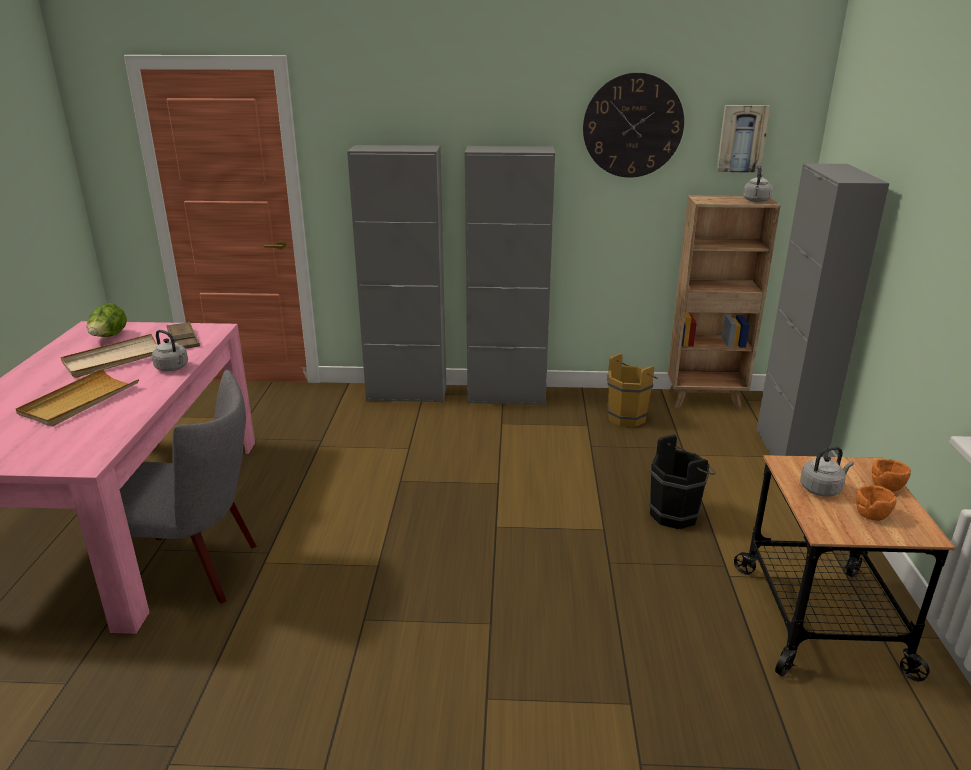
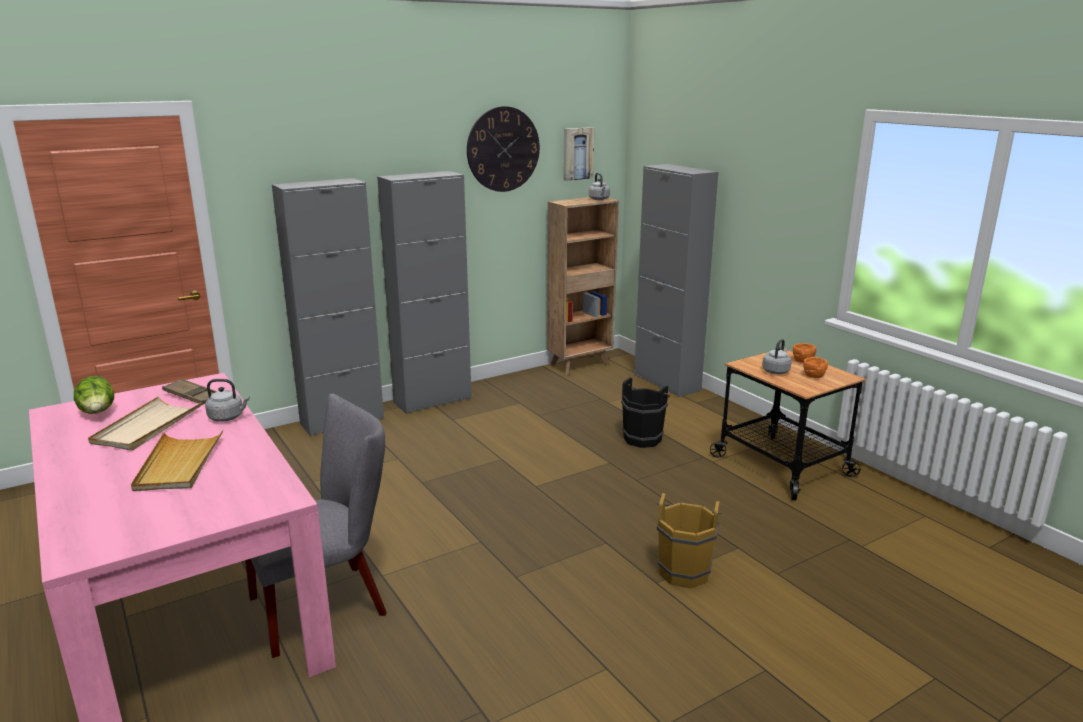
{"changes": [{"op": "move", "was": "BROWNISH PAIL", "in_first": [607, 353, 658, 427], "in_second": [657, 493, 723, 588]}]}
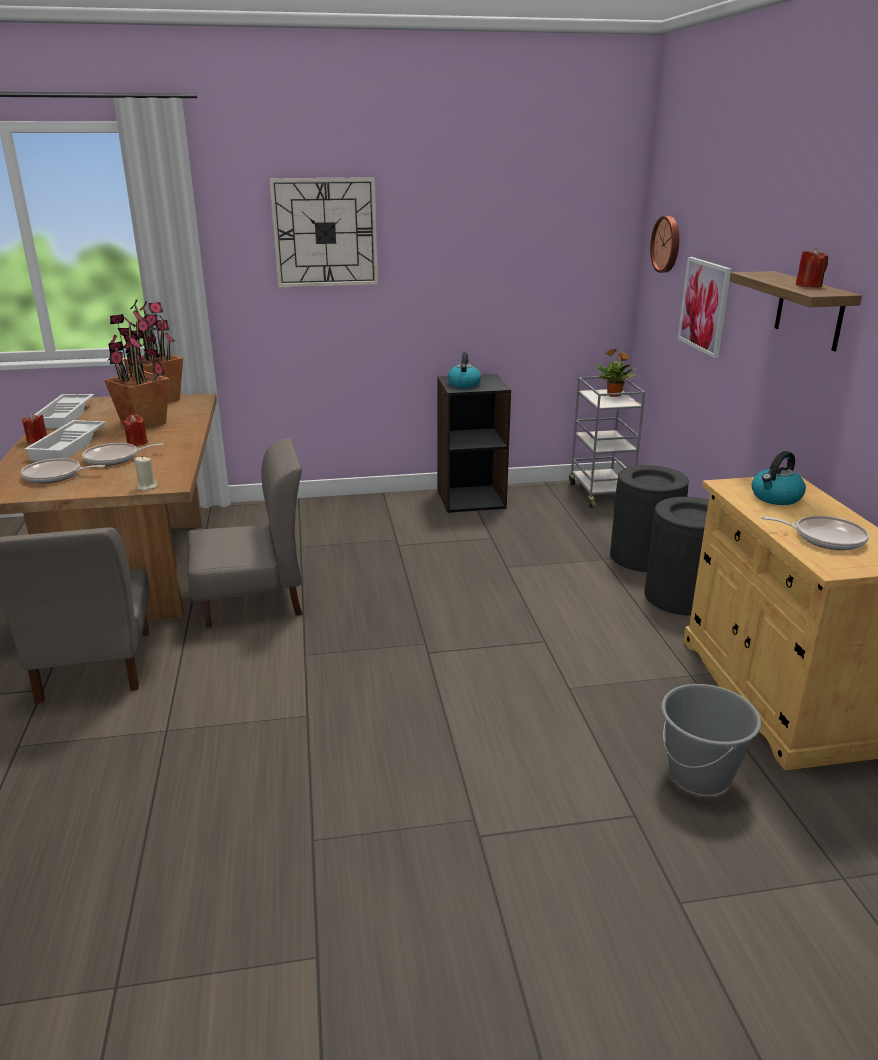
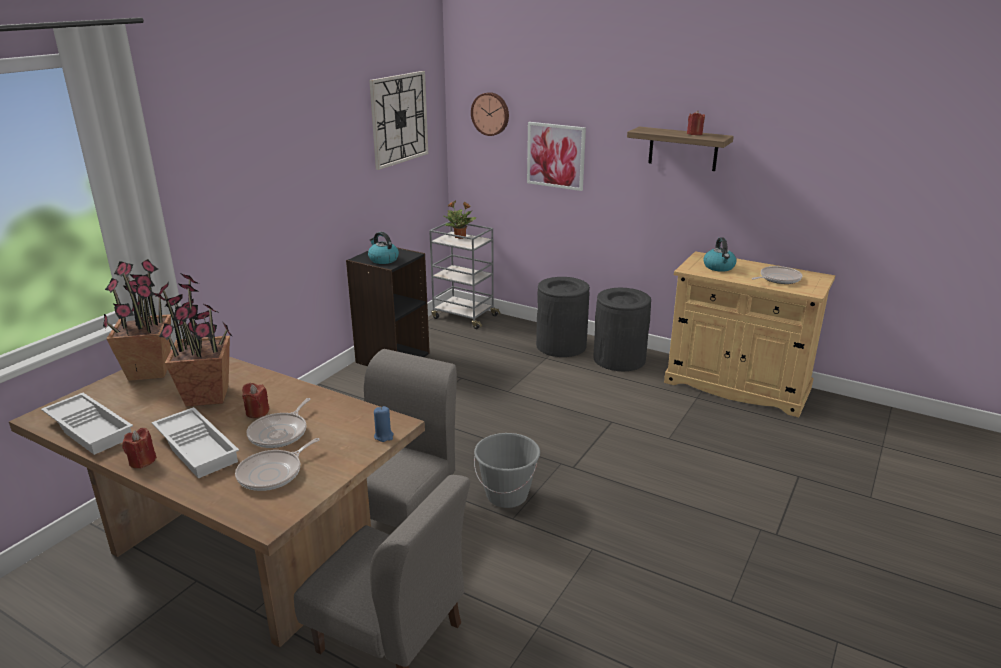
{"changes": [{"op": "move", "was": "WALL CLOCK", "in_first": [269, 177, 378, 287], "in_second": [369, 71, 428, 170]}, {"op": "recolor", "was": "SAND-COLOURED CANDLE", "now": "BLUE-COLOURED CANDLE", "in_first": [134, 456, 158, 491], "in_second": [374, 406, 394, 442]}, {"op": "move", "was": "GRAY PAIL", "in_first": [661, 684, 762, 794], "in_second": [474, 433, 540, 508]}]}
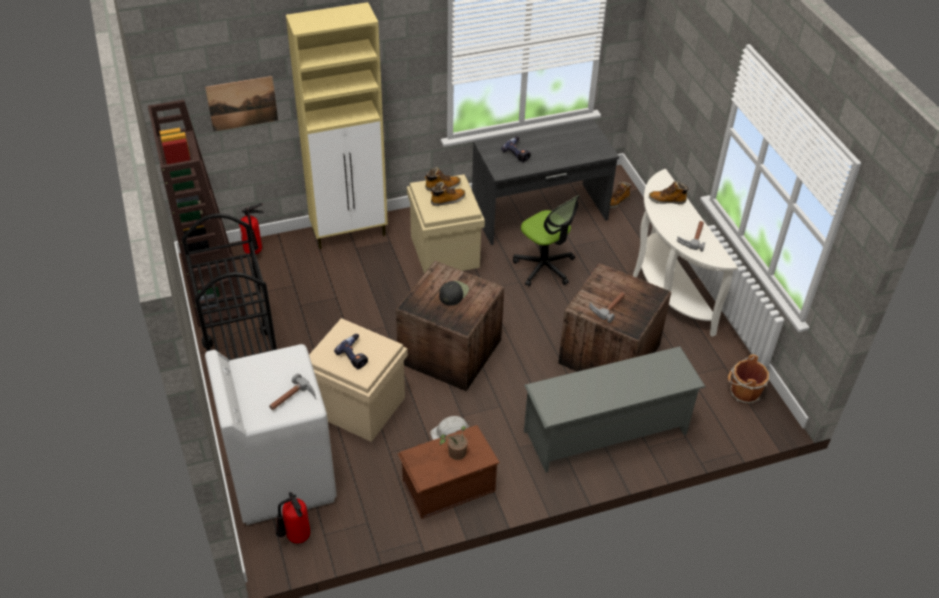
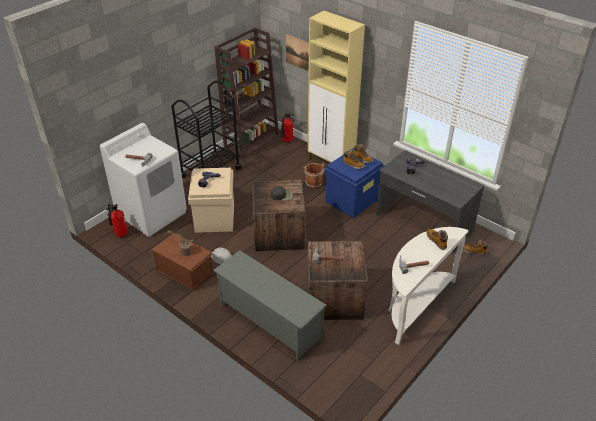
{"changes": [{"op": "recolor", "was": "SAND-COLOURED STORAGE CONTAINER", "now": "BLUE-COLOURED STORAGE CONTAINER", "in_first": [407, 174, 485, 273], "in_second": [324, 148, 384, 218]}, {"op": "delete", "was": "DESK CHAIR", "in_first": [513, 195, 580, 286]}, {"op": "move", "was": "BROWNISH PAIL", "in_first": [728, 355, 769, 404], "in_second": [304, 163, 324, 188]}]}
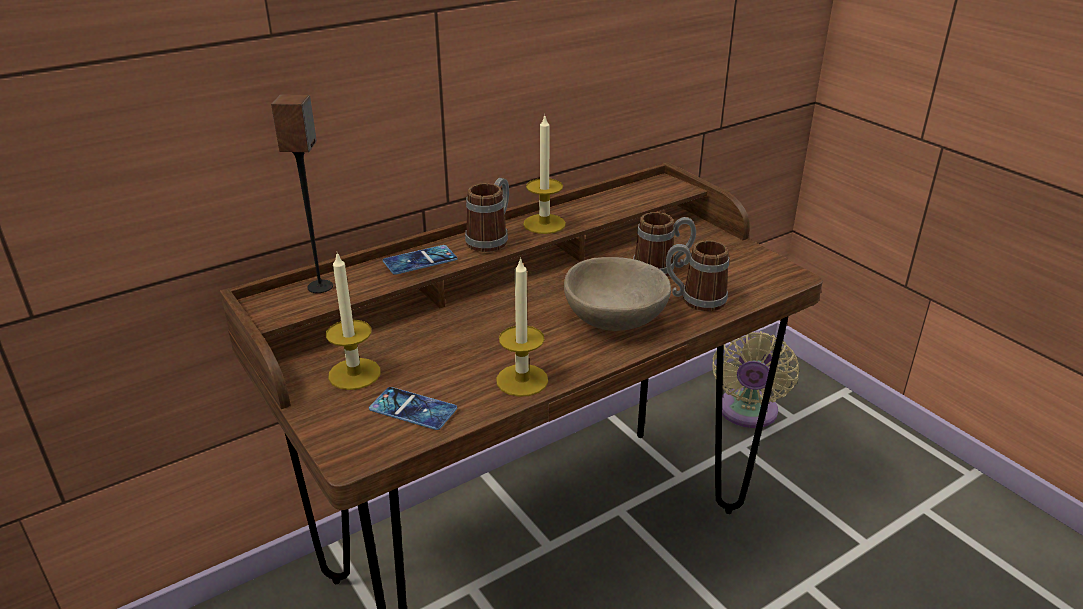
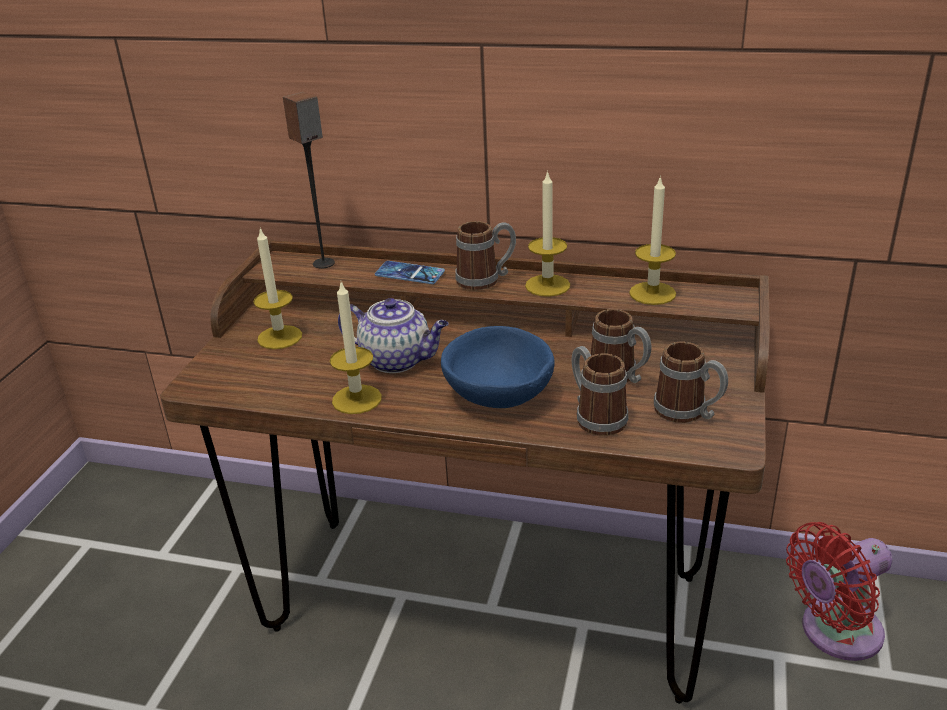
{"changes": [{"op": "recolor", "was": "SAND-COLOURED DEEP DISH", "now": "BLUE-COLOURED DEEP DISH", "in_first": [564, 257, 671, 331], "in_second": [441, 326, 555, 408]}, {"op": "recolor", "was": "SAND-COLOURED FAN", "now": "RED FAN", "in_first": [712, 331, 799, 428], "in_second": [786, 522, 893, 661]}, {"op": "delete", "was": "HANDSET", "in_first": [369, 387, 457, 430]}, {"op": "insert", "now": "CANDLE", "in_second": [629, 175, 676, 305]}, {"op": "insert", "now": "POT FOR TEA", "in_second": [338, 298, 449, 373]}, {"op": "insert", "now": "COFFEE MUG", "in_second": [654, 342, 728, 423]}]}
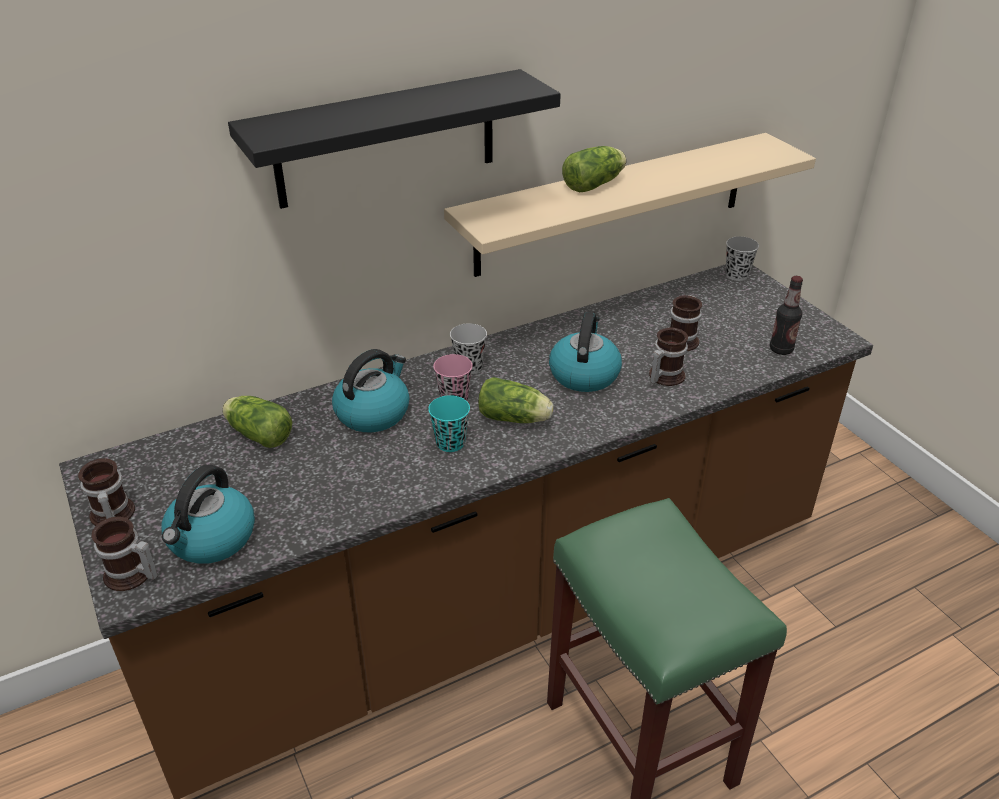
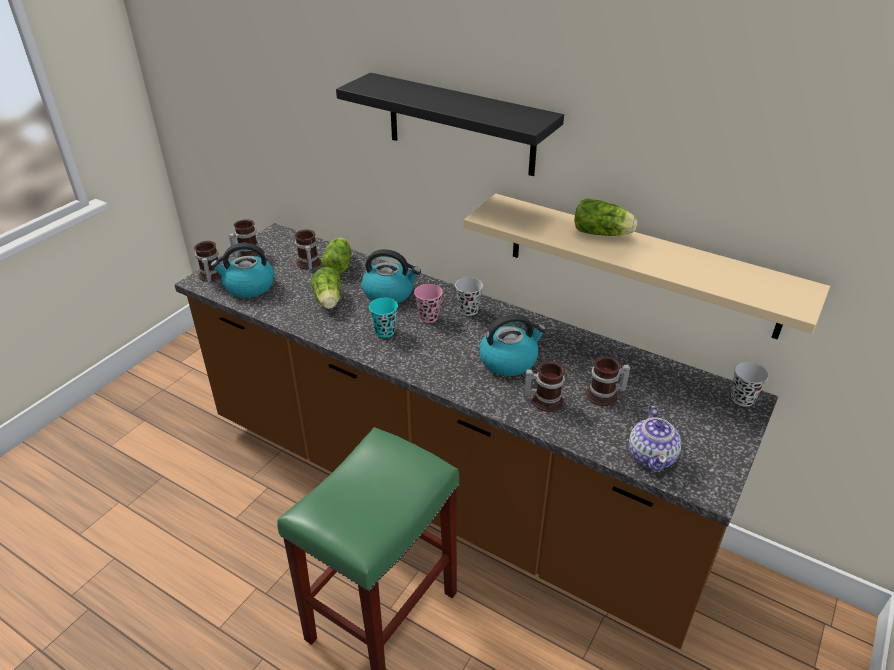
{"changes": [{"op": "replace", "was": "BOTTLE", "now": "POT FOR TEA", "in_first": [770, 276, 803, 355], "in_second": [629, 406, 681, 473]}, {"op": "move", "was": "HEAD OF LETTUCE", "in_first": [478, 377, 553, 423], "in_second": [311, 267, 341, 309]}, {"op": "insert", "now": "COFFEE MUG", "in_second": [294, 229, 321, 269]}]}
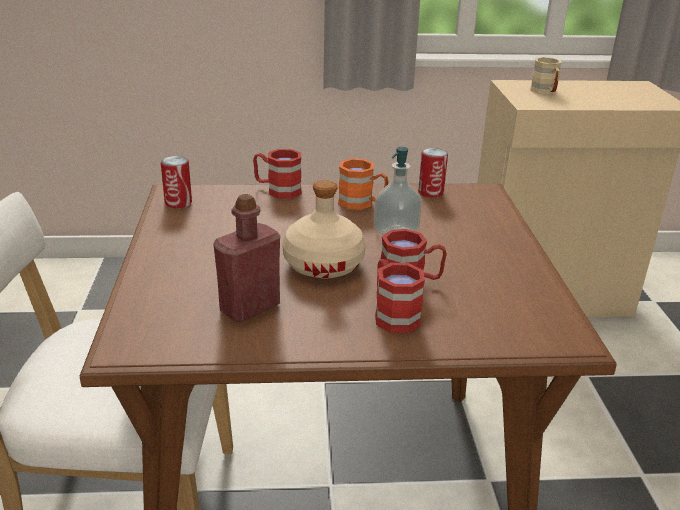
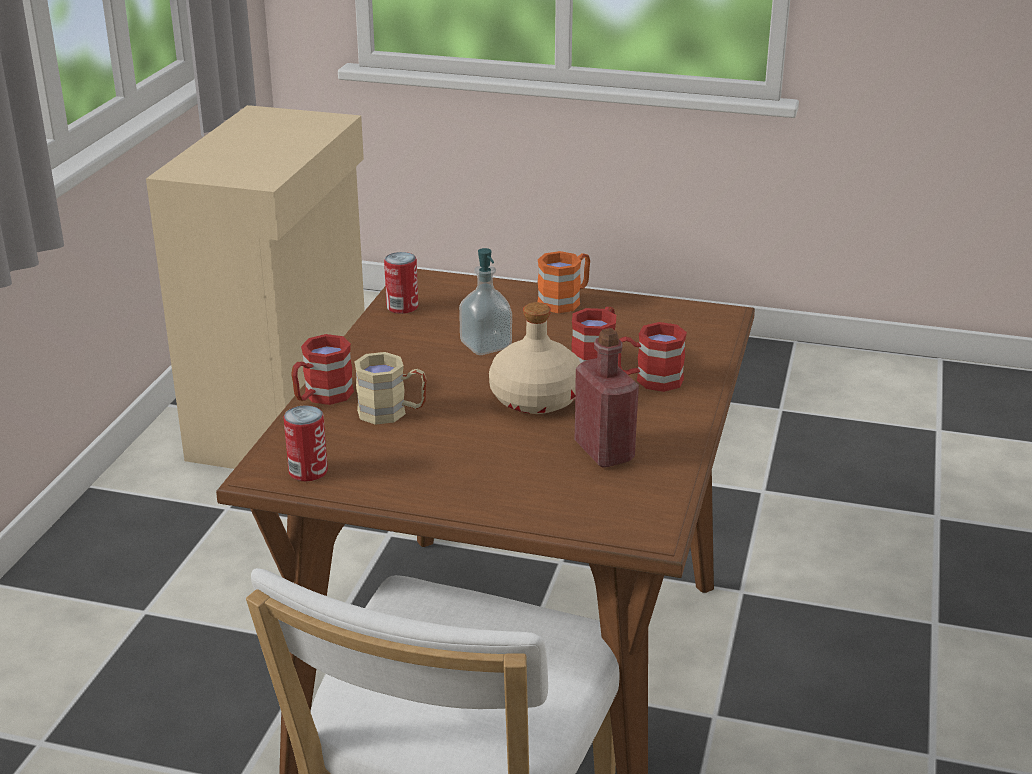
{"changes": [{"op": "move", "was": "SAND-COLOURED COFFEE MUG", "in_first": [530, 57, 561, 95], "in_second": [355, 352, 427, 425]}, {"op": "move", "was": "ORANGEY COFFEE MUG", "in_first": [338, 158, 389, 210], "in_second": [537, 251, 590, 313]}]}
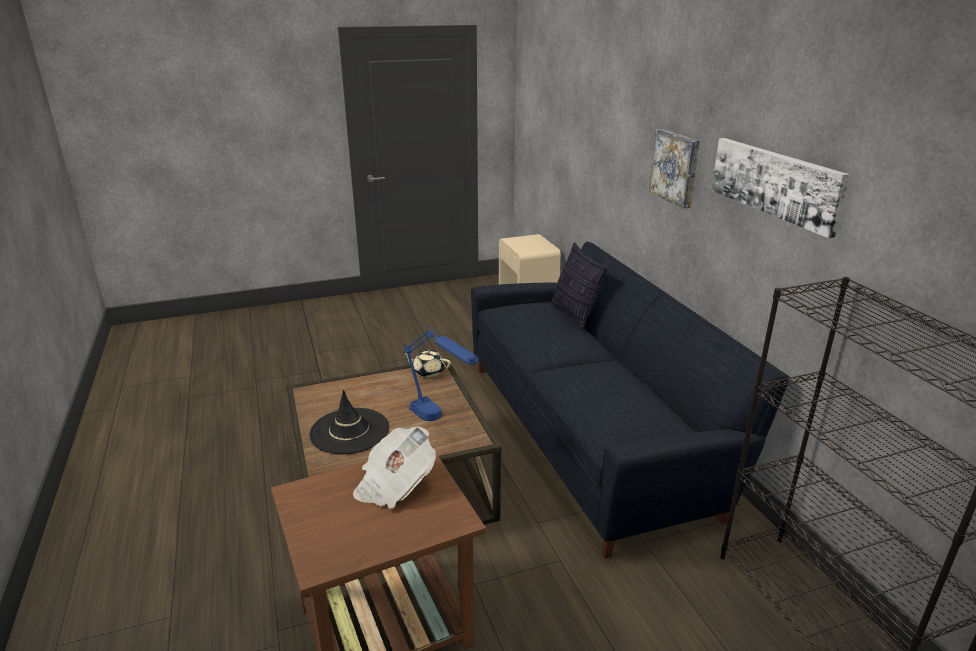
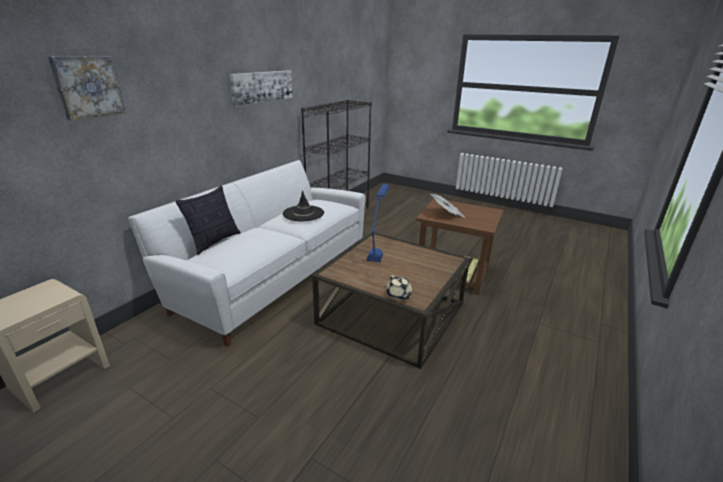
{"changes": [{"op": "move", "was": "PICTURE", "in_first": [649, 129, 700, 209], "in_second": [48, 56, 126, 120]}, {"op": "recolor", "was": "BLACK COUCH", "now": "WHITE-COLOURED COUCH", "in_first": [471, 242, 790, 559], "in_second": [128, 160, 366, 347]}, {"op": "move", "was": "SAND-COLOURED POT FOR TEA", "in_first": [403, 350, 451, 377], "in_second": [386, 275, 412, 300]}, {"op": "move", "was": "BLACK HAT", "in_first": [309, 390, 389, 454], "in_second": [283, 190, 324, 221]}]}
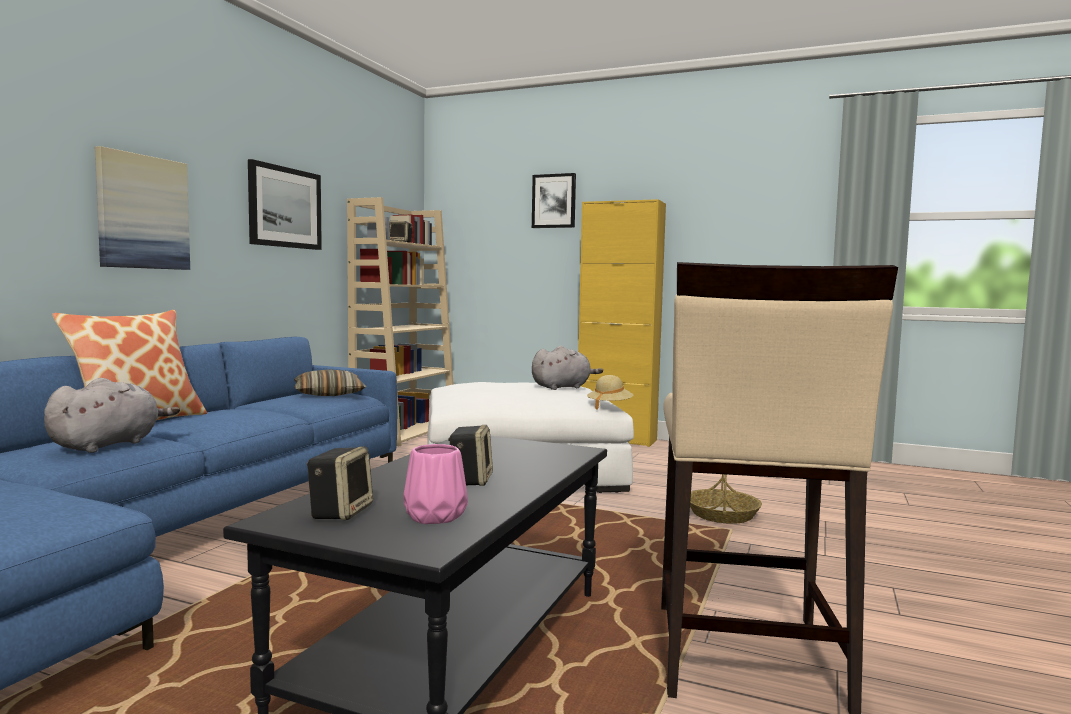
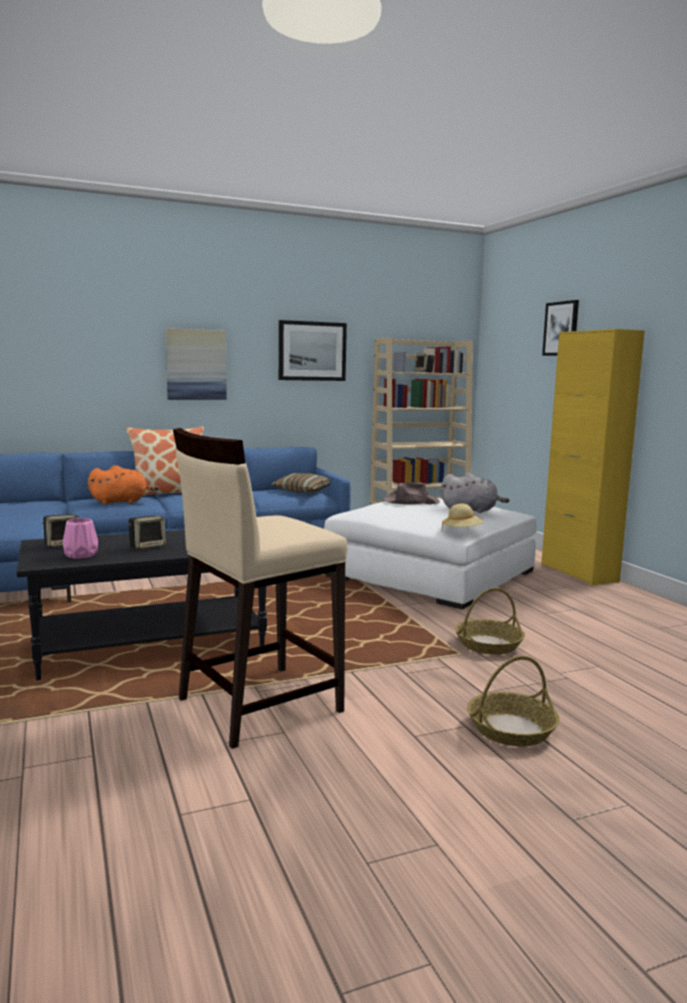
{"changes": [{"op": "recolor", "was": "GRAY CUDDLY TOY", "now": "ORANGEY CUDDLY TOY", "in_first": [44, 378, 180, 453], "in_second": [88, 465, 159, 505]}, {"op": "insert", "now": "BROWNISH HAT", "in_second": [384, 482, 440, 504]}, {"op": "insert", "now": "STORAGE BASKET", "in_second": [467, 656, 560, 746]}]}
